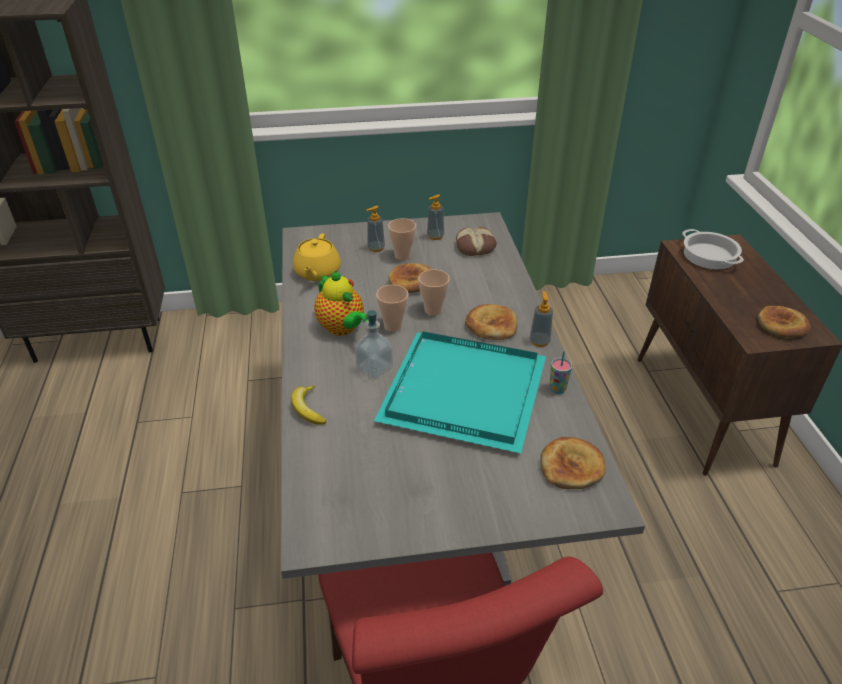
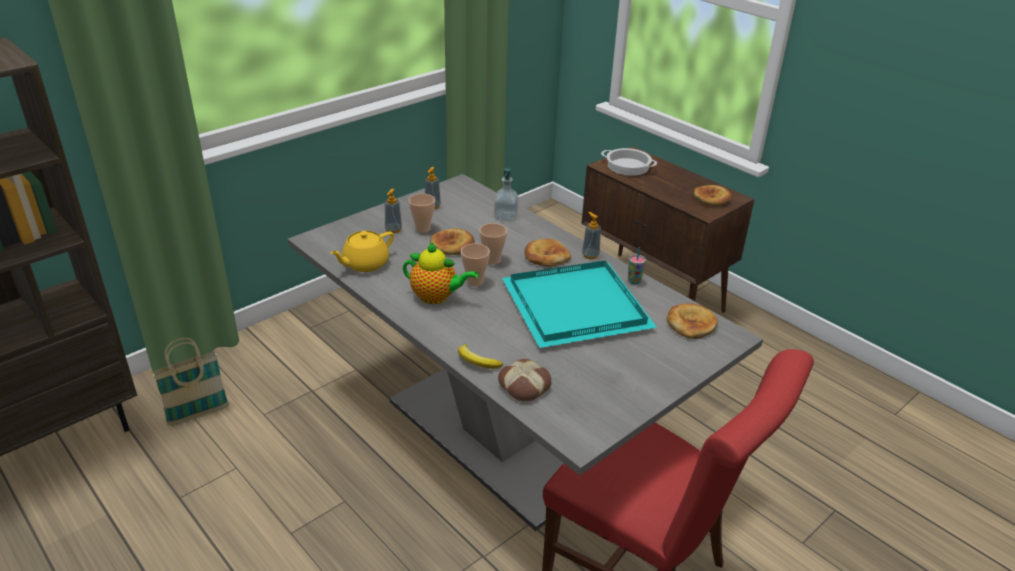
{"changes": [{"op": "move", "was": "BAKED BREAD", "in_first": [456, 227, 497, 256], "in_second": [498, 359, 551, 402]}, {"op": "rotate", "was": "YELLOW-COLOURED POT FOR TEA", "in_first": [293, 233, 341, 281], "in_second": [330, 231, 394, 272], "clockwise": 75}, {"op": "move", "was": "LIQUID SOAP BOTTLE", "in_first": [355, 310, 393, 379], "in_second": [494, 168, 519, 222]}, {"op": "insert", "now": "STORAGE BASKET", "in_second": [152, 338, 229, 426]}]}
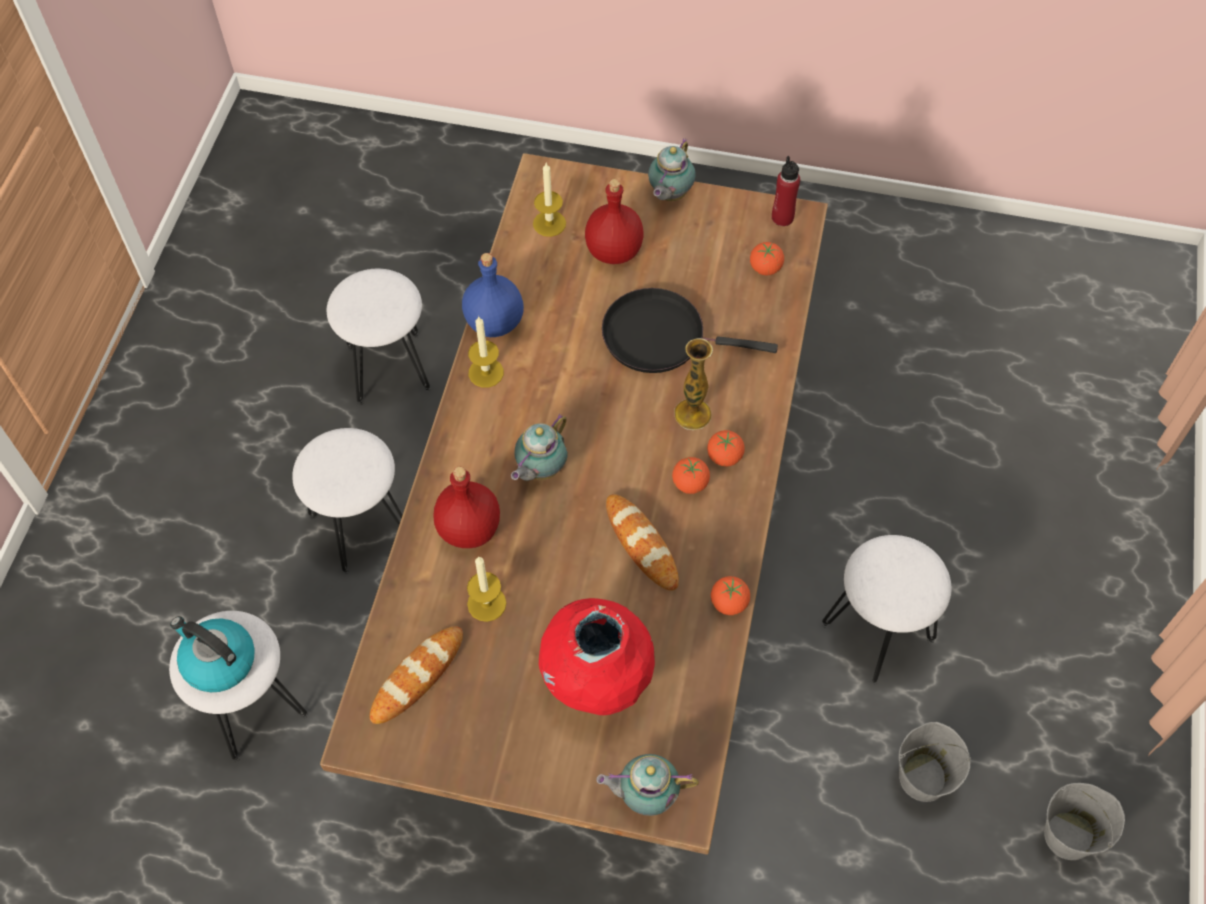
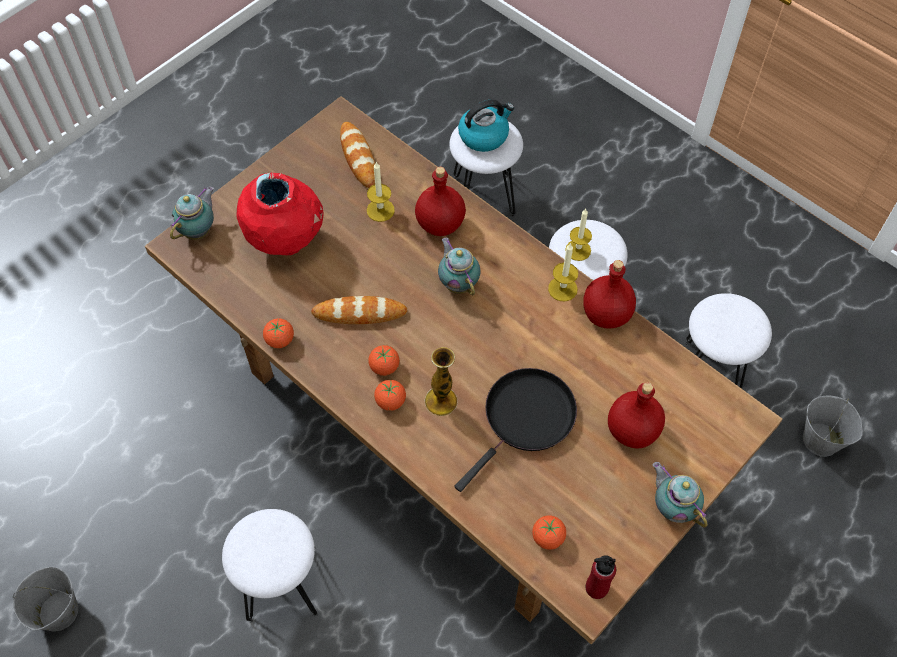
{"changes": [{"op": "move", "was": "CANDLE", "in_first": [533, 163, 566, 237], "in_second": [565, 209, 592, 261]}, {"op": "recolor", "was": "BLUE-COLOURED BOTTLE", "now": "RED BOTTLE", "in_first": [462, 253, 524, 337], "in_second": [583, 260, 636, 329]}, {"op": "move", "was": "GRAY PAIL", "in_first": [899, 722, 971, 802], "in_second": [803, 396, 863, 457]}]}
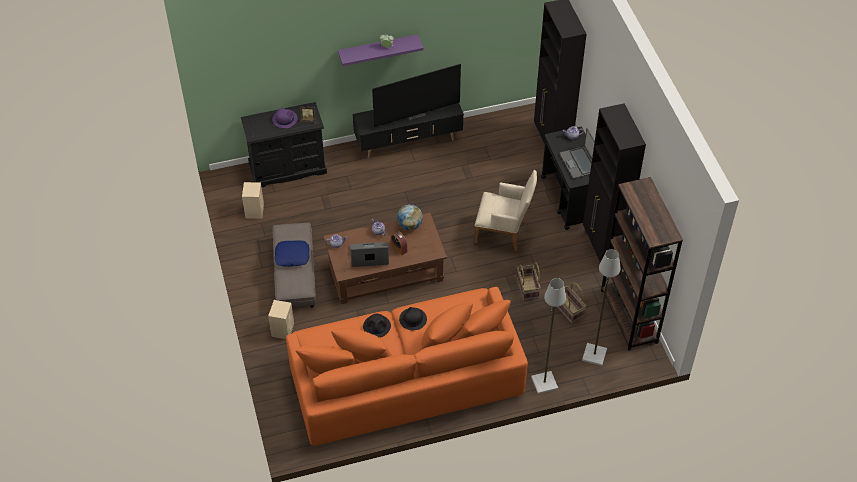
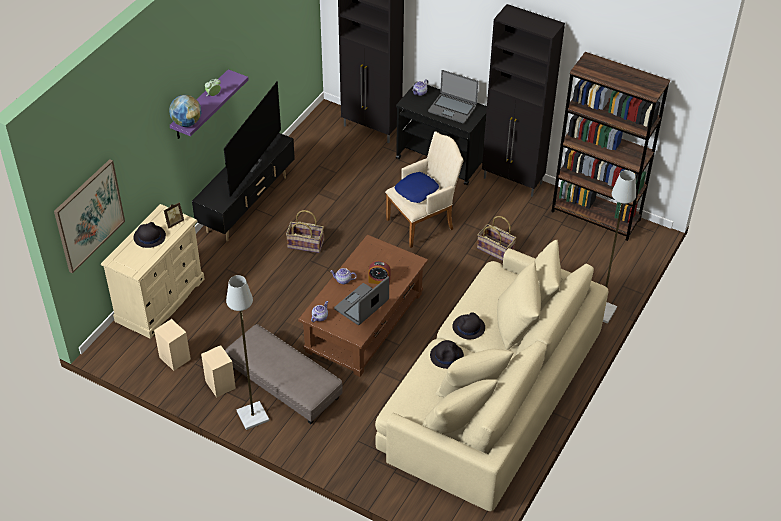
{"changes": [{"op": "recolor", "was": "BLACK CHEST OF DRAWERS", "now": "SAND-COLOURED CHEST OF DRAWERS", "in_first": [241, 102, 327, 187], "in_second": [101, 204, 205, 339]}, {"op": "recolor", "was": "PURPLE HAT", "now": "BLACK HAT", "in_first": [272, 107, 298, 128], "in_second": [133, 222, 166, 248]}, {"op": "move", "was": "DESK GLOBE", "in_first": [397, 204, 423, 230], "in_second": [169, 95, 201, 127]}, {"op": "move", "was": "BLUE-COLOURED PILLOW", "in_first": [275, 240, 310, 267], "in_second": [395, 172, 439, 203]}, {"op": "move", "was": "GRAY FLOOR LAMP", "in_first": [582, 249, 620, 366], "in_second": [226, 275, 269, 430]}, {"op": "move", "was": "STORAGE BASKET", "in_first": [557, 283, 586, 323], "in_second": [286, 210, 324, 253]}, {"op": "recolor", "was": "ORANGEY COUCH", "now": "SAND-COLOURED COUCH", "in_first": [286, 287, 528, 446], "in_second": [375, 240, 608, 511]}, {"op": "move", "was": "SAND-COLOURED LOUDSPEAKER", "in_first": [268, 300, 294, 339], "in_second": [201, 345, 236, 398]}, {"op": "insert", "now": "PICTURE", "in_second": [54, 159, 125, 273]}]}
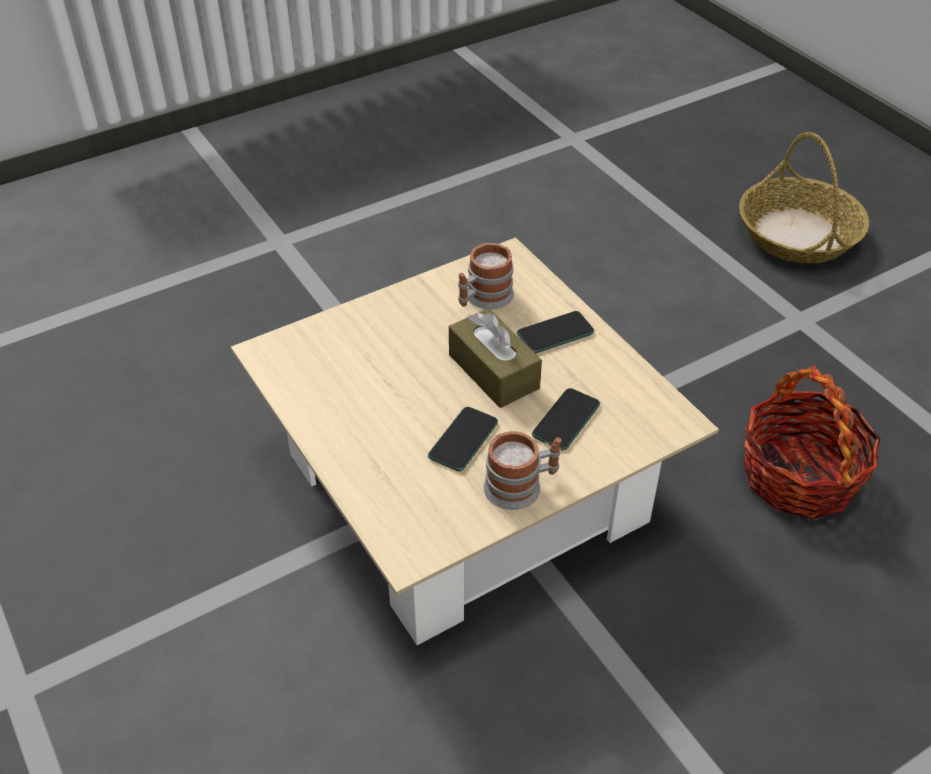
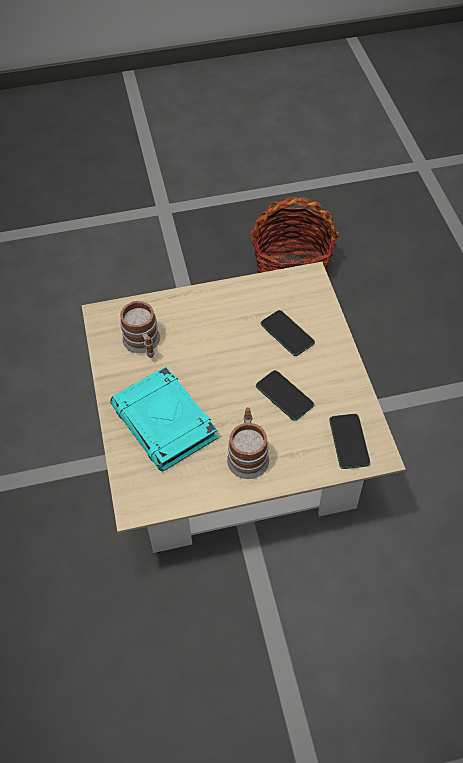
{"changes": [{"op": "delete", "was": "STORAGE BASKET", "in_first": [739, 132, 869, 263]}, {"op": "delete", "was": "BROWNISH BOX OF TISSUES", "in_first": [449, 308, 542, 408]}, {"op": "move", "was": "HANDSET", "in_first": [517, 311, 594, 353], "in_second": [329, 414, 370, 469]}, {"op": "move", "was": "COFFEE MUG", "in_first": [484, 431, 561, 510], "in_second": [227, 407, 269, 479]}, {"op": "insert", "now": "TURQUOISE BOOK", "in_second": [110, 367, 218, 472]}]}
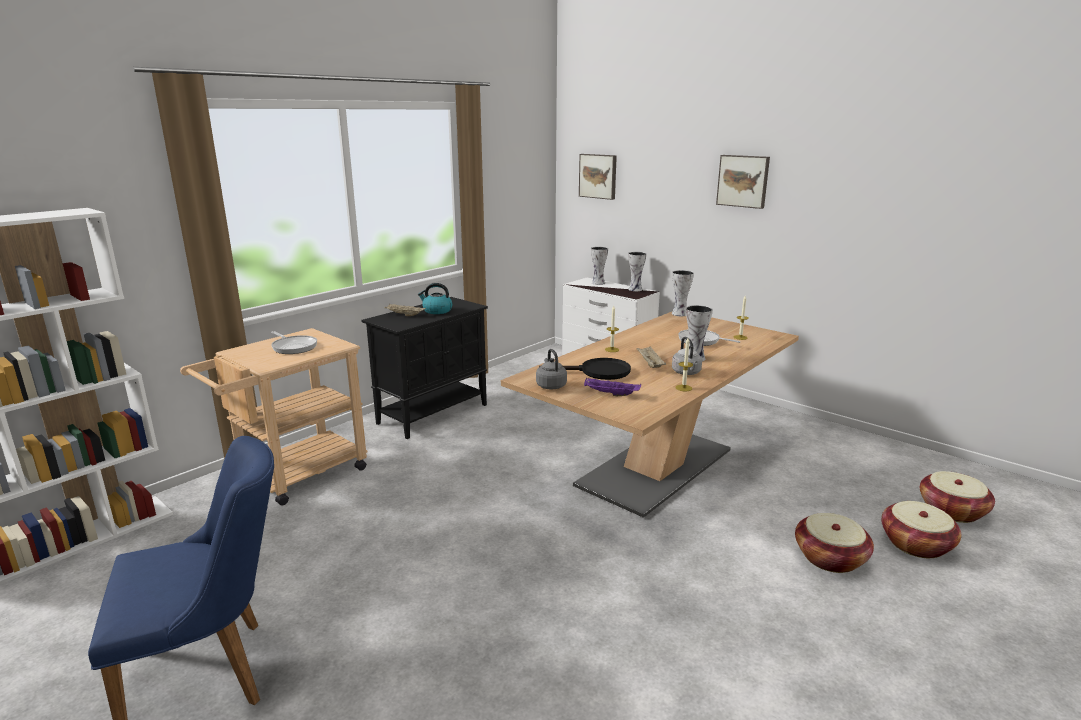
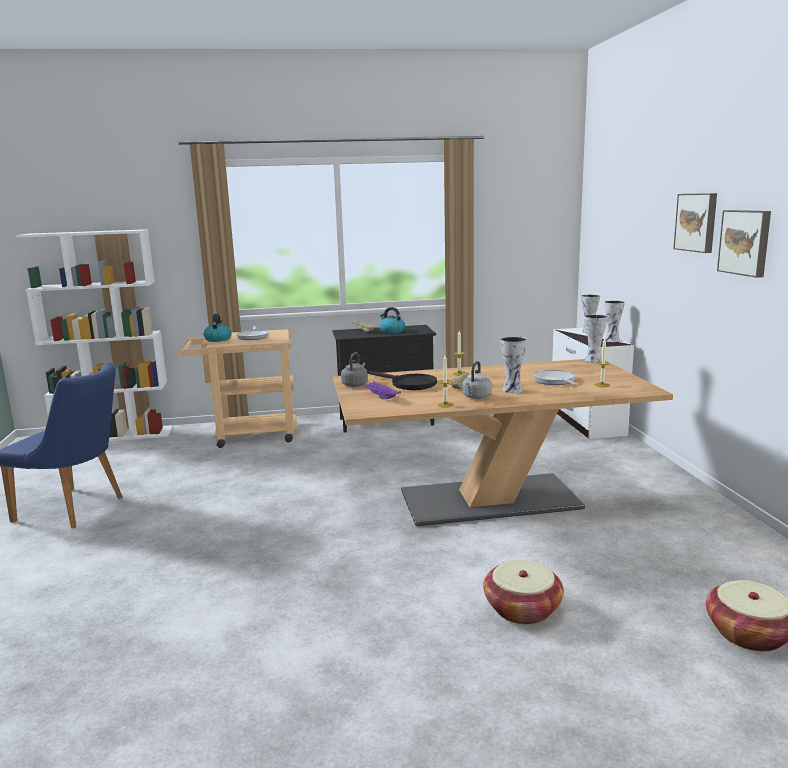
{"changes": [{"op": "move", "was": "PICTURE", "in_first": [579, 154, 617, 200], "in_second": [717, 210, 771, 278]}, {"op": "delete", "was": "STORAGE BASKET", "in_first": [881, 501, 961, 558]}, {"op": "insert", "now": "KETTLE", "in_second": [204, 314, 232, 342]}]}
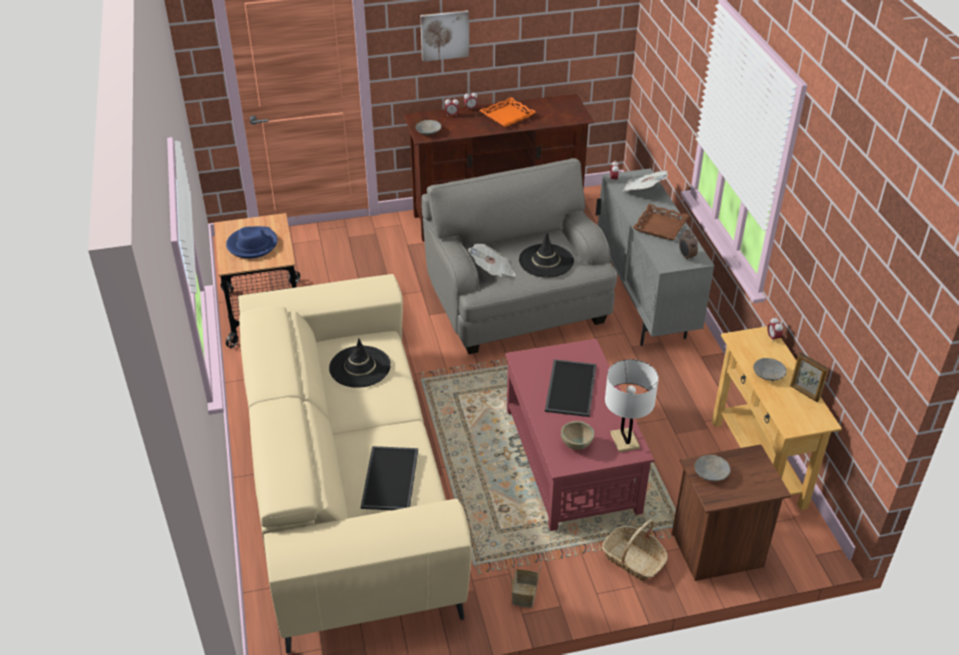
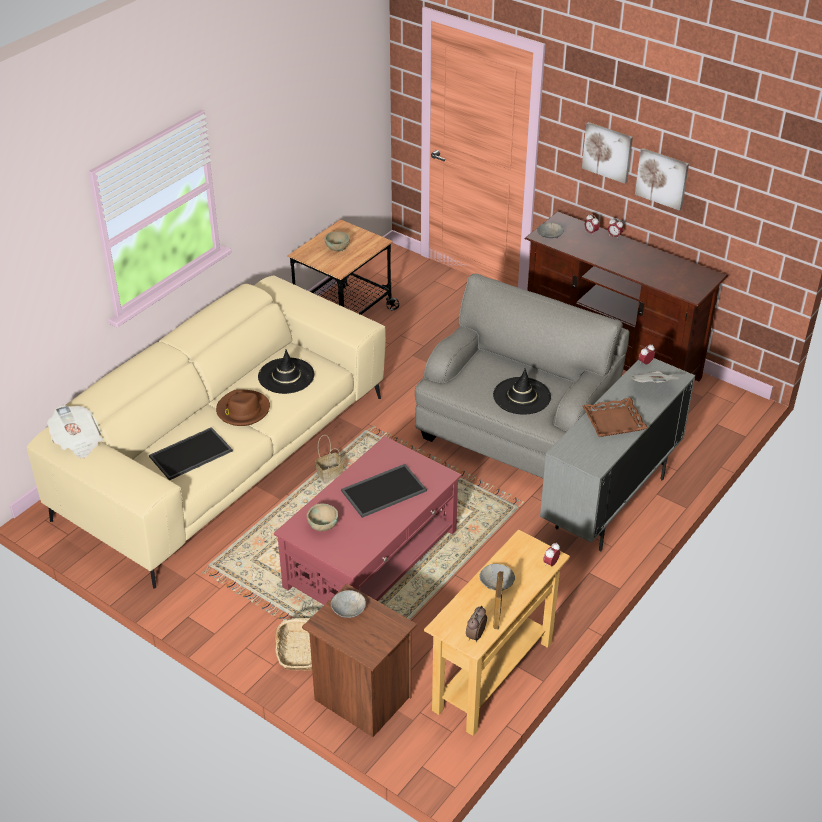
{"changes": [{"op": "delete", "was": "ORANGEY SERVING TRAY", "in_first": [479, 97, 536, 127]}, {"op": "replace", "was": "BLUE-COLOURED HAT", "now": "SAND-COLOURED DEEP DISH", "in_first": [226, 226, 278, 259], "in_second": [324, 231, 350, 251]}, {"op": "move", "was": "BEDSIDE CLOCK", "in_first": [679, 230, 698, 261], "in_second": [466, 606, 487, 642]}, {"op": "move", "was": "DAILY PAPER", "in_first": [468, 244, 516, 277], "in_second": [47, 405, 103, 458]}, {"op": "delete", "was": "WHITE-COLOURED LAMP FOR A TABLE", "in_first": [605, 359, 659, 452]}, {"op": "move", "was": "STORAGE BASKET", "in_first": [511, 558, 541, 608], "in_second": [315, 435, 344, 482]}, {"op": "insert", "now": "PICTURE", "in_second": [635, 148, 689, 211]}, {"op": "insert", "now": "BROWNISH HAT", "in_second": [216, 390, 270, 426]}]}
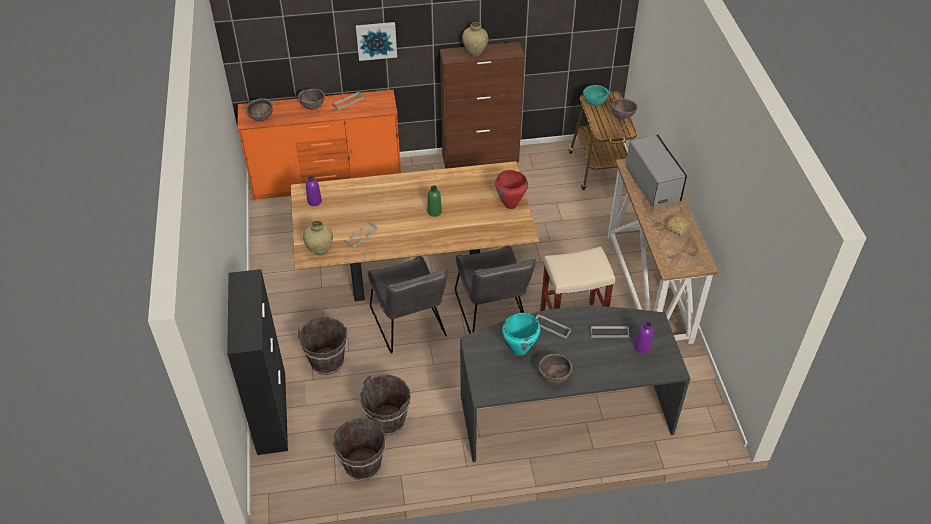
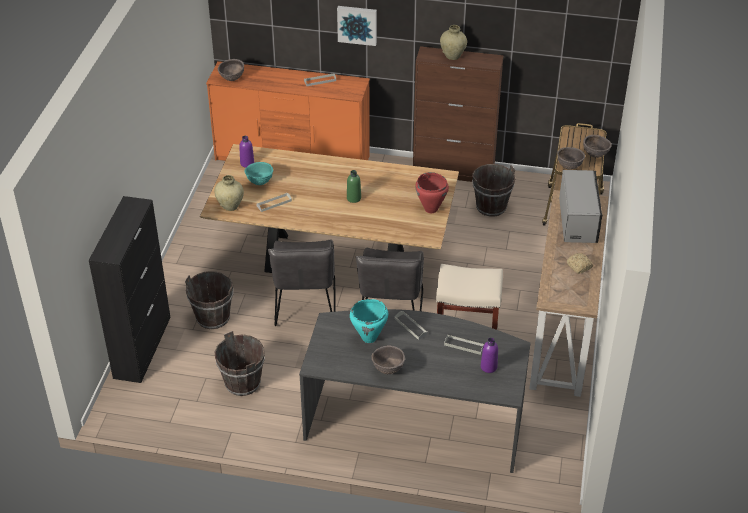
{"changes": [{"op": "move", "was": "TURQUOISE DEEP DISH", "in_first": [583, 85, 609, 106], "in_second": [244, 162, 273, 185]}, {"op": "move", "was": "BROWNISH DEEP DISH", "in_first": [298, 89, 325, 110], "in_second": [557, 147, 585, 170]}, {"op": "move", "was": "BROWNISH PAIL", "in_first": [333, 418, 386, 480], "in_second": [472, 164, 515, 217]}]}
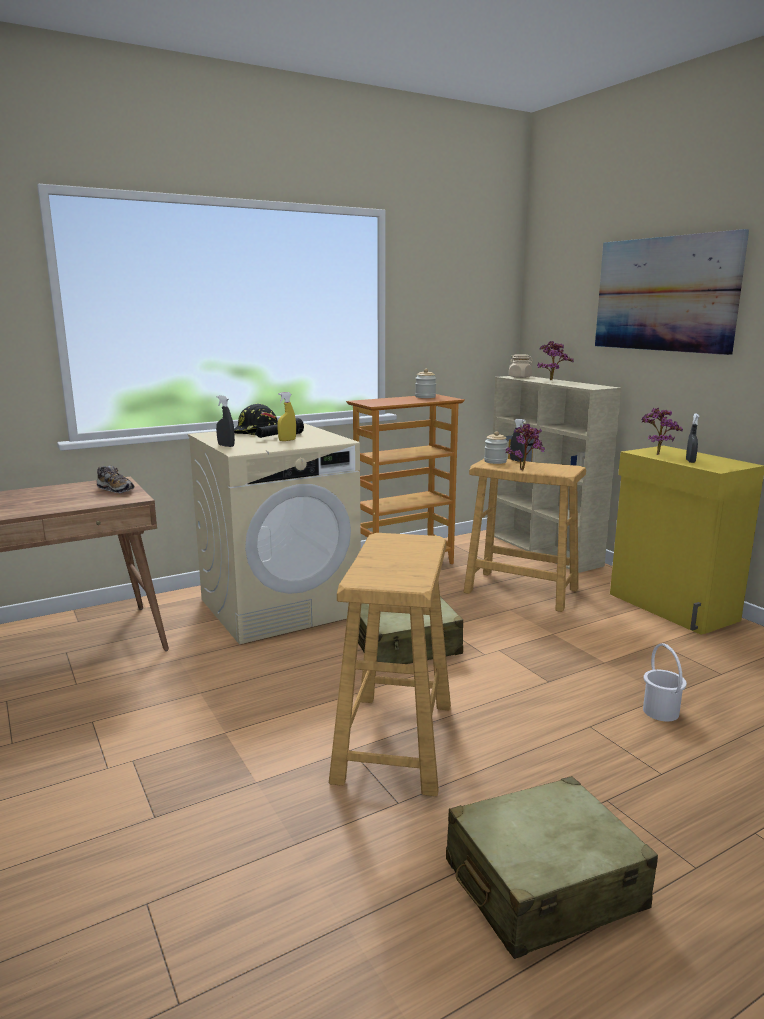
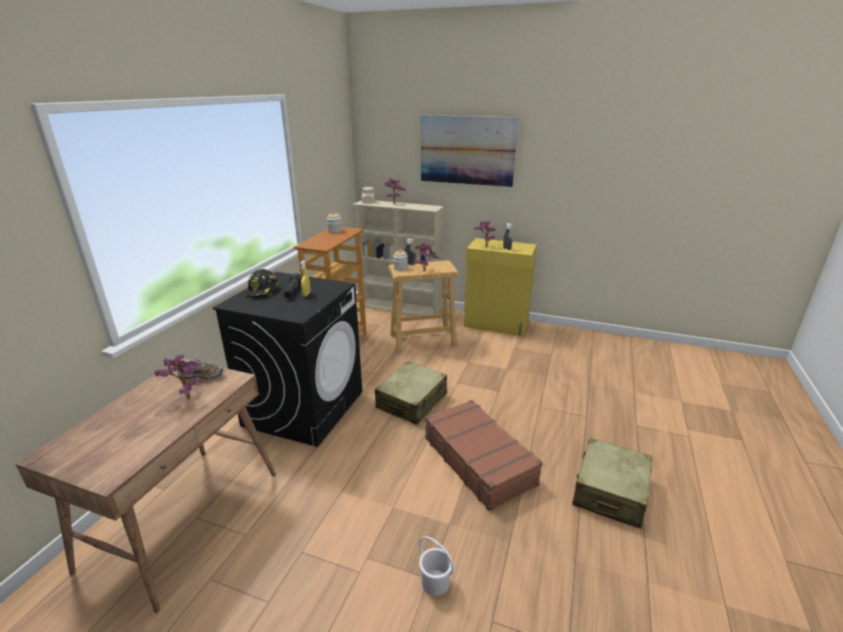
{"changes": [{"op": "delete", "was": "GRAY SPRAY BOTTLE", "in_first": [216, 395, 235, 447]}, {"op": "recolor", "was": "SAND-COLOURED LAUNDRY APPLIANCE", "now": "BLACK LAUNDRY APPLIANCE", "in_first": [188, 424, 361, 644], "in_second": [213, 272, 362, 447]}, {"op": "replace", "was": "SAND-COLOURED SITTING STOOL", "now": "BROWNISH PIECE OF LUGGAGE", "in_first": [329, 533, 451, 796], "in_second": [425, 400, 543, 511]}, {"op": "move", "was": "WHITE-COLOURED PAIL", "in_first": [643, 643, 687, 722], "in_second": [419, 536, 454, 596]}, {"op": "insert", "now": "PLANT IN A POT", "in_second": [154, 355, 200, 399]}]}
